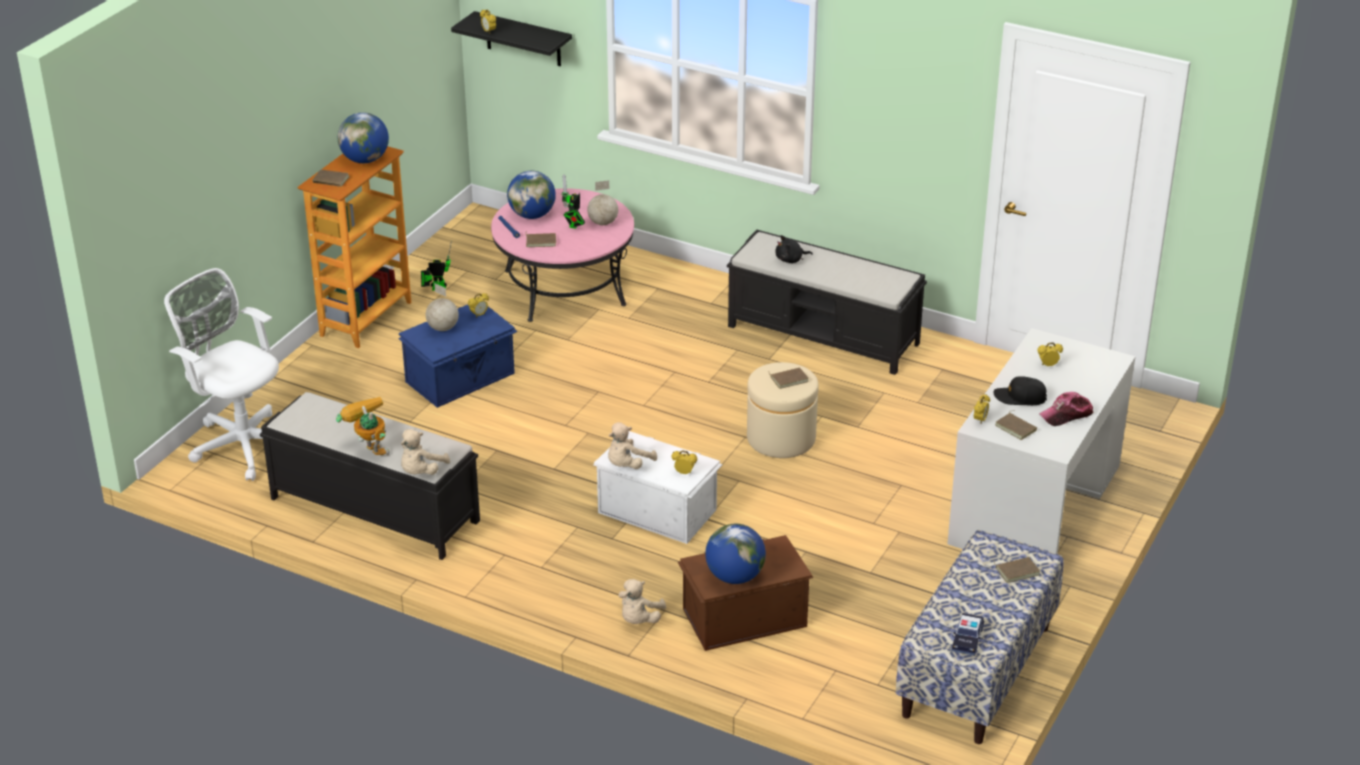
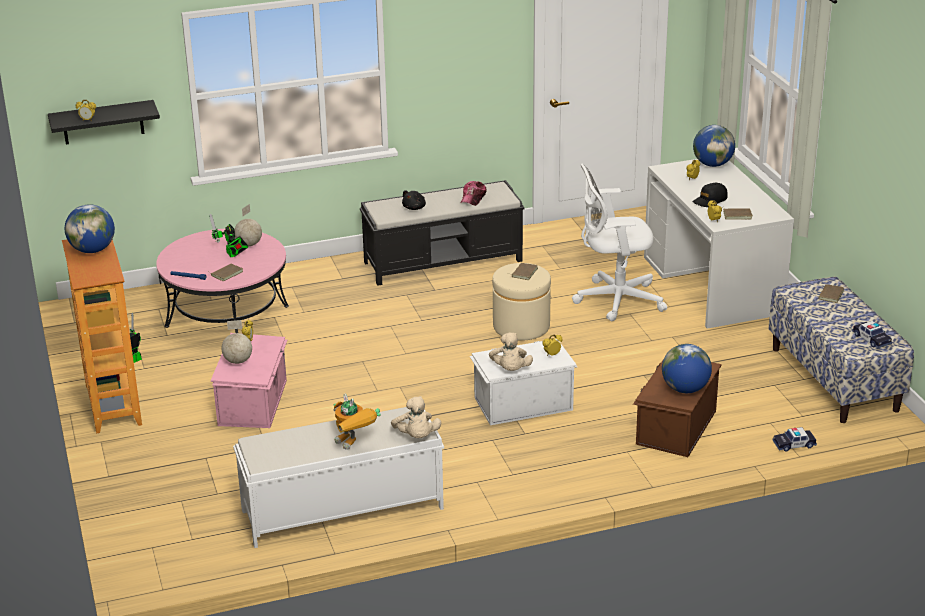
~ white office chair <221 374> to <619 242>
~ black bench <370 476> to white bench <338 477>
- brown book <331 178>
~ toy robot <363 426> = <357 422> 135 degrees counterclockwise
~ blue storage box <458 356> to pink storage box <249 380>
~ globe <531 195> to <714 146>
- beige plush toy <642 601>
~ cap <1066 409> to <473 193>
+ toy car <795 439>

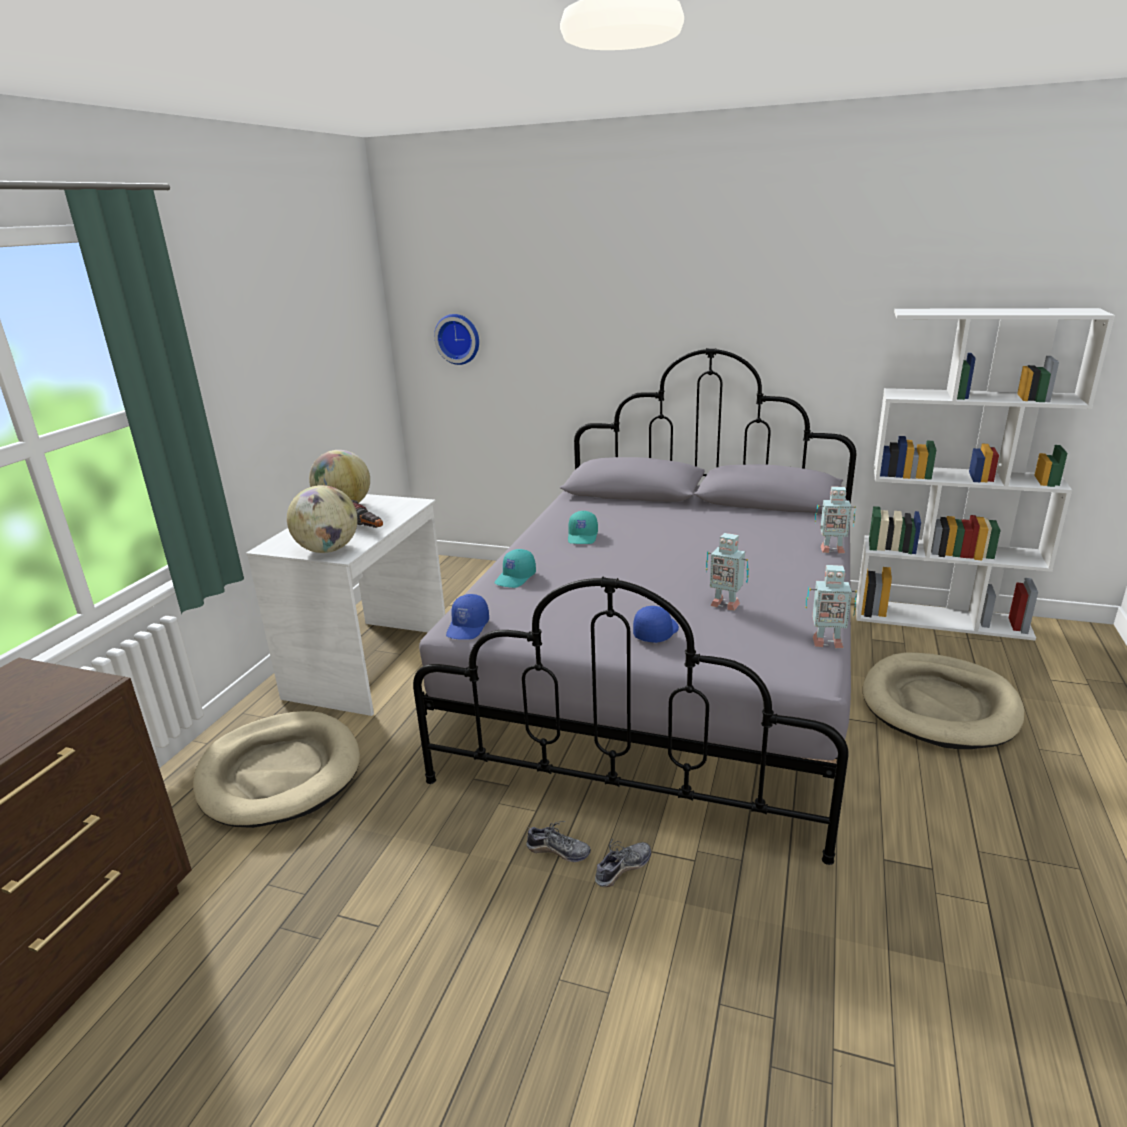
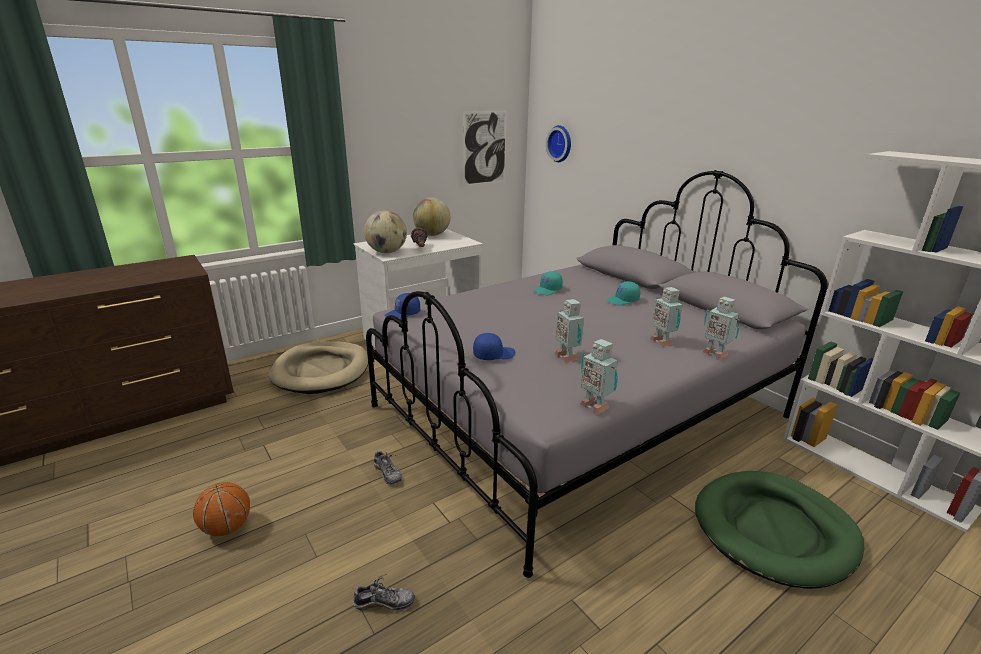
~ turquoise cap <515 568> to <623 293>
~ shoe <623 863> to <384 592>
~ beige dog bed <943 701> to green dog bed <779 530>
+ basketball <221 509>
+ picture <485 148>
+ toy robot <666 317>

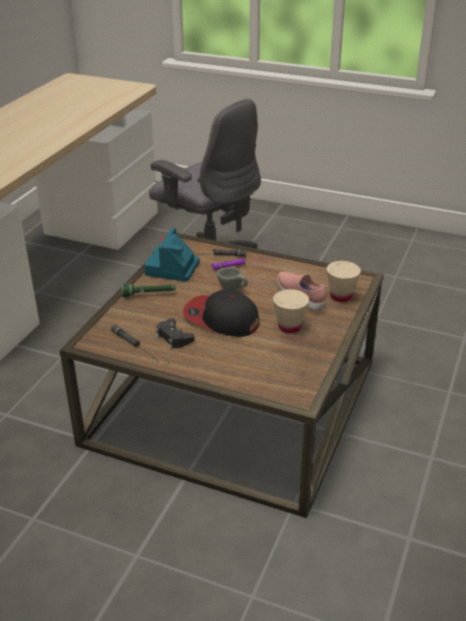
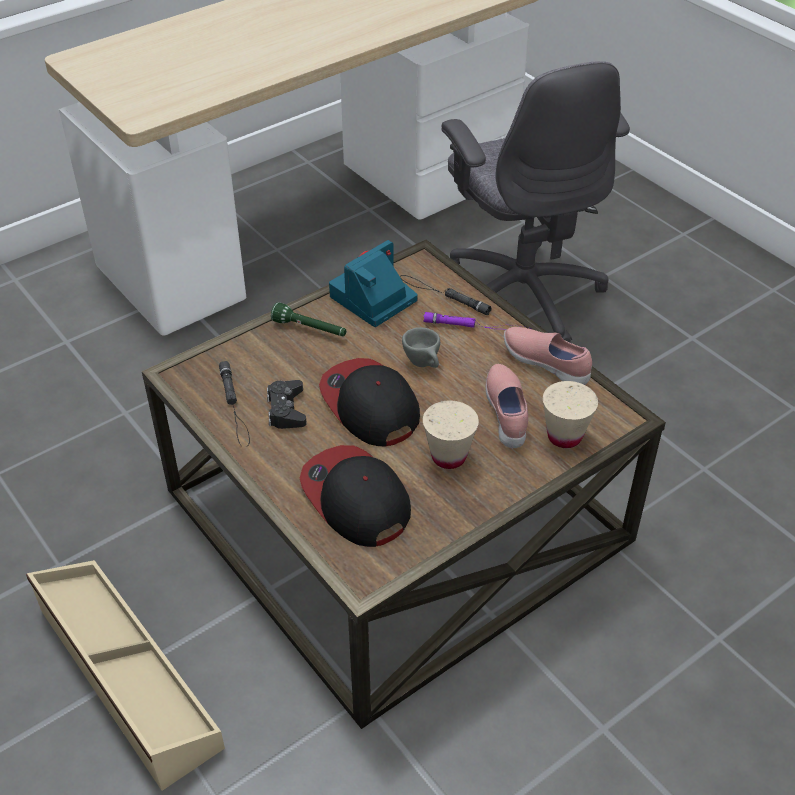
+ beige storage box <125 675>
+ cap <355 496>
+ pink shoe <548 356>

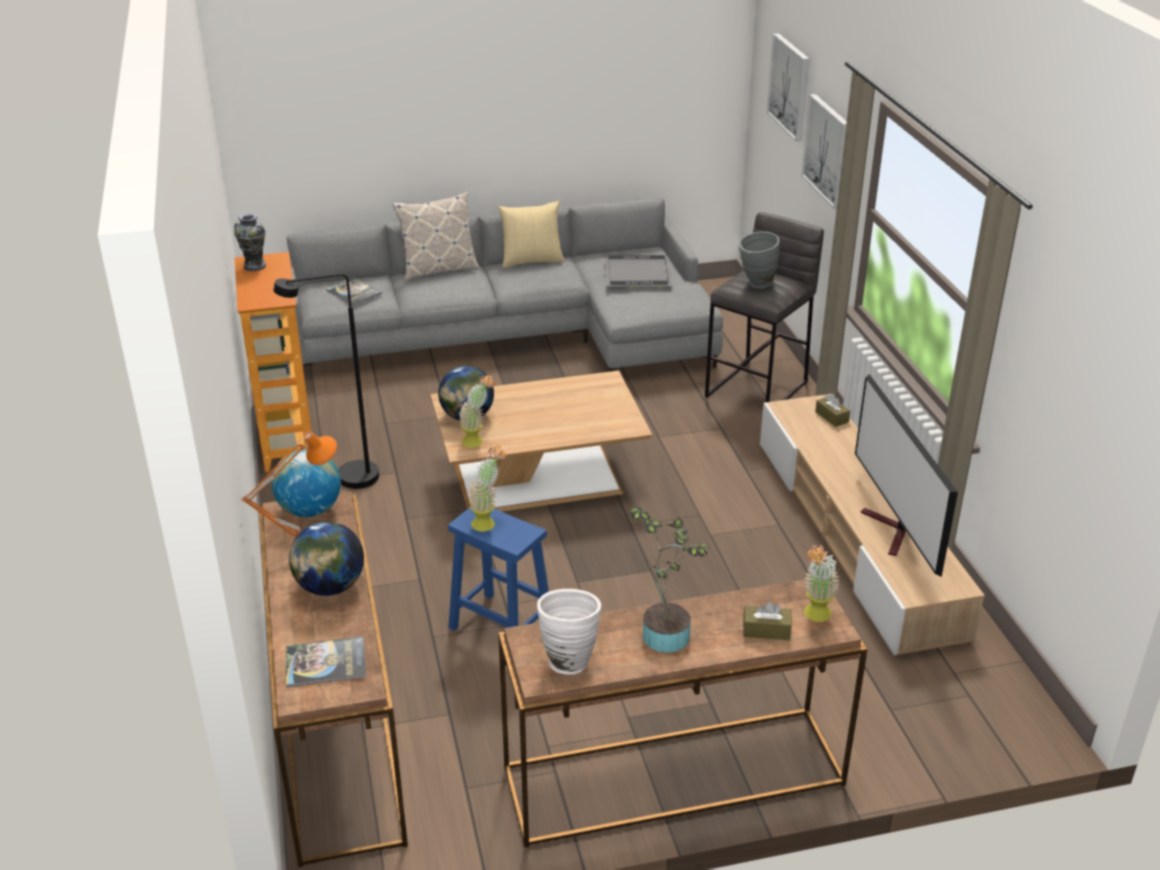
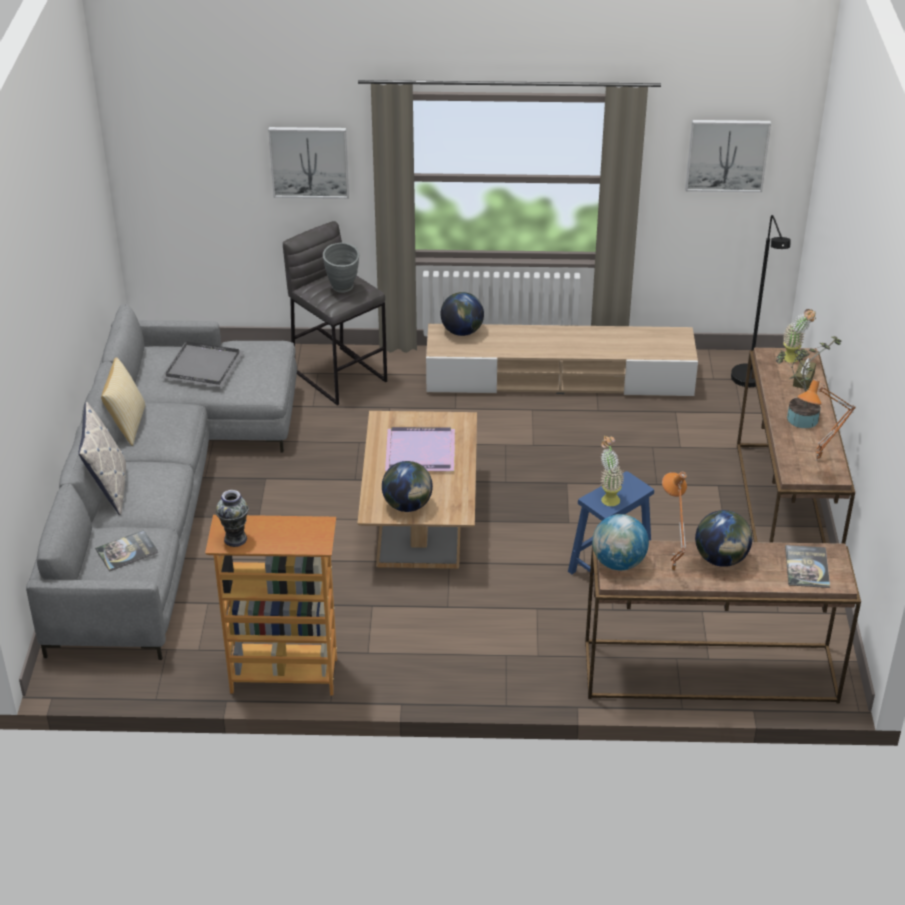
~ black floor lamp <326 381> to <761 301>
- potted plant <477 411>
~ white vase <569 632> to orange table lamp <826 420>
~ picture <788 87> to <728 156>
~ brown tissue box <832 410> to globe <462 314>
- television <906 475>
+ purple tray <420 449>

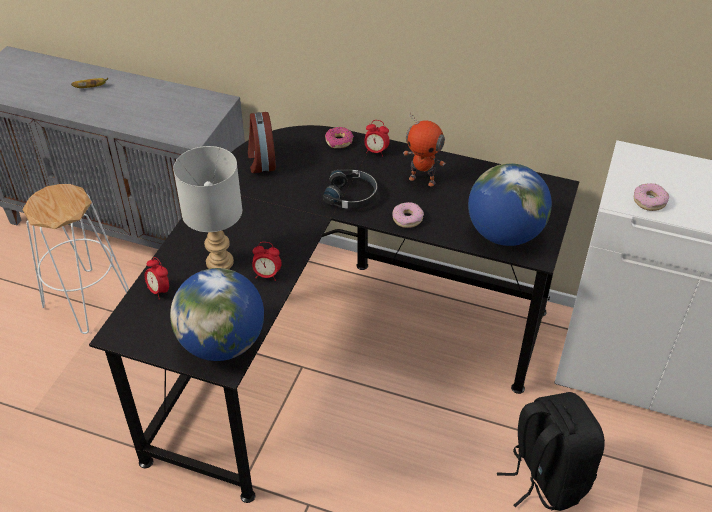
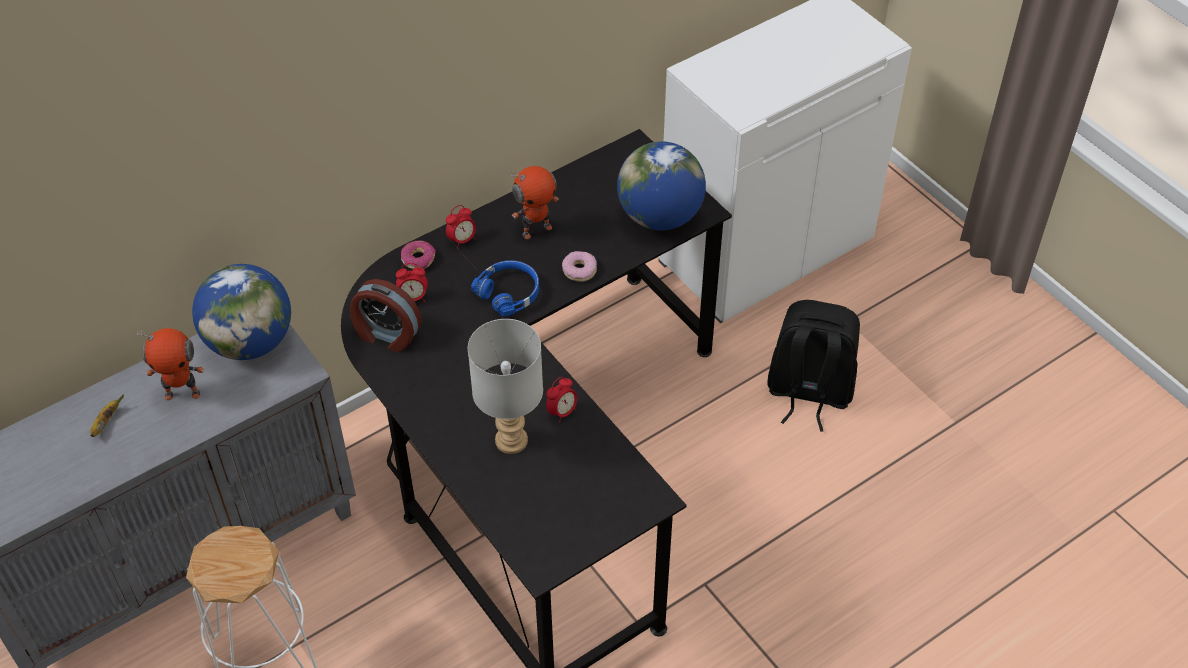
~ alarm clock <157 278> to <412 282>
~ globe <217 314> to <241 312>
~ black headphones <350 189> to blue headphones <505 288>
- donut <651 197>
+ toy robot <170 364>

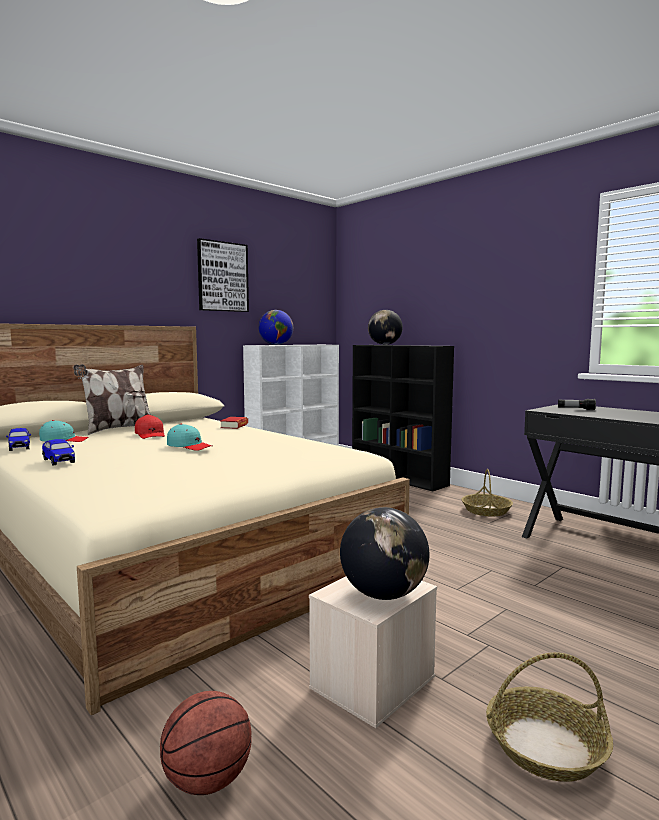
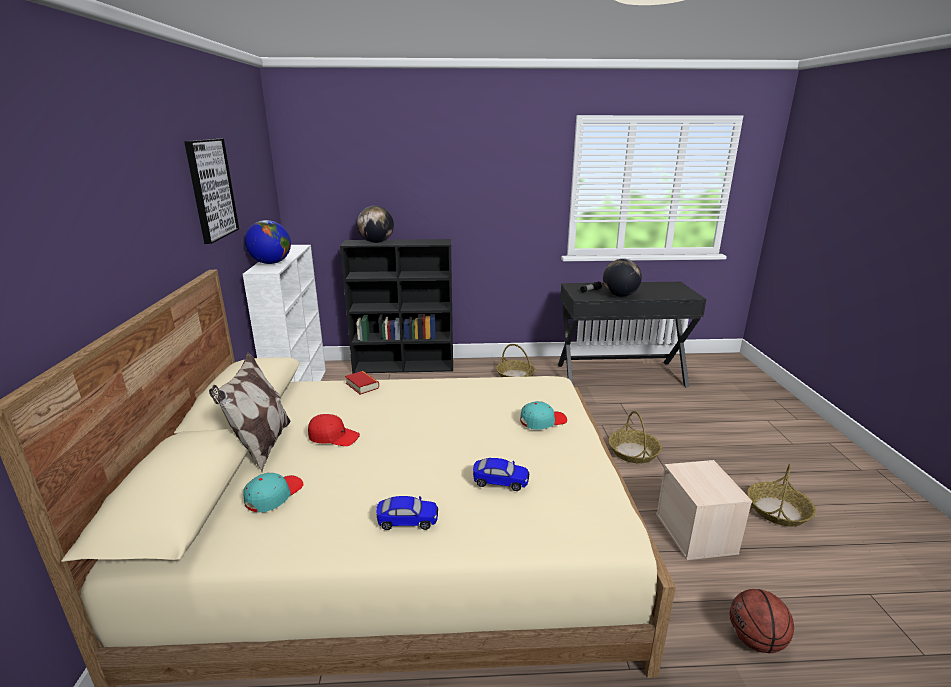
~ toy car <18 439> to <501 474>
~ turquoise cap <189 437> to <543 415>
~ globe <385 553> to <622 278>
+ basket <635 437>

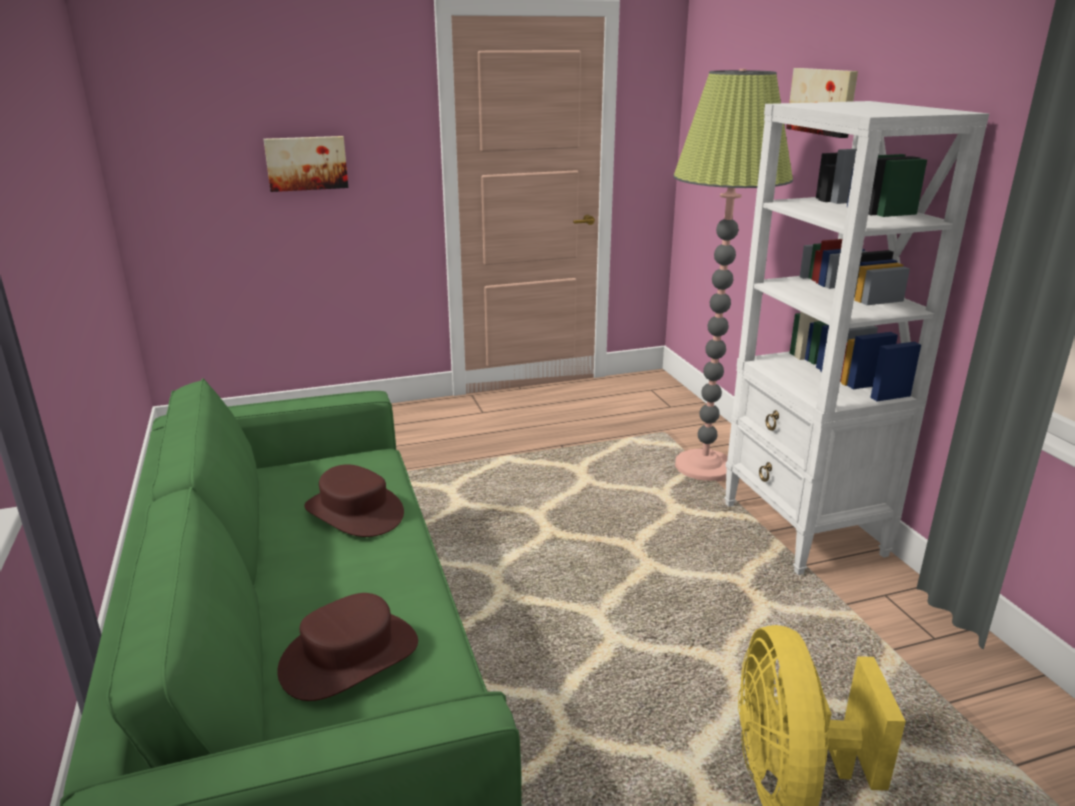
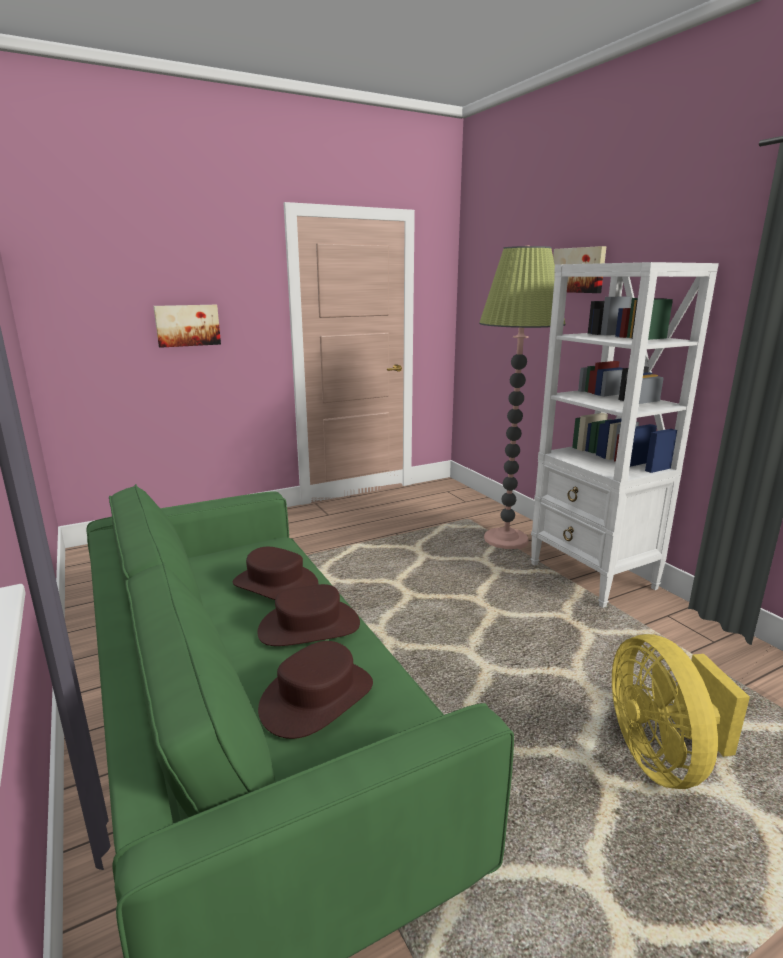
+ brown hat <309 615>

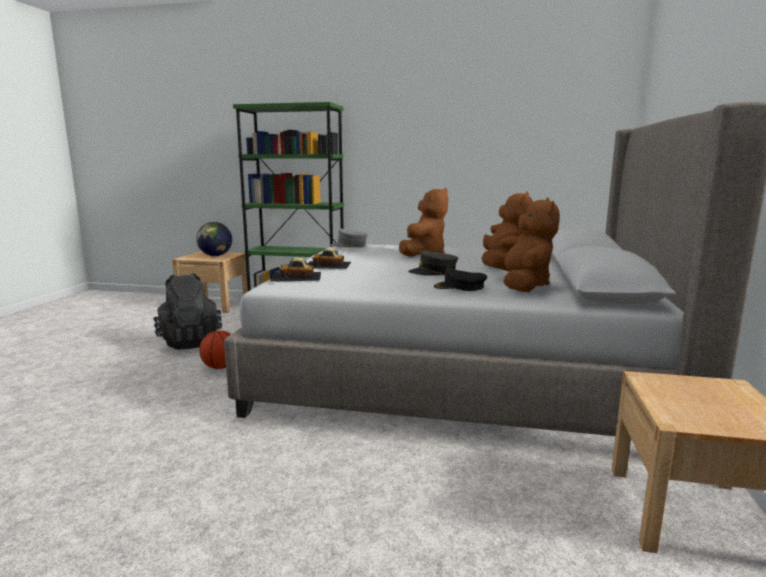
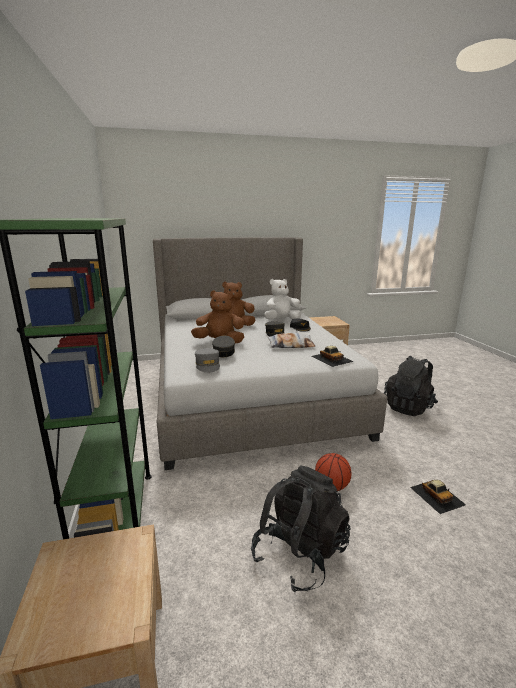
- globe <214 239>
~ toy car <329 258> to <438 497>
~ brown plush toy <525 245> to white plush toy <282 299>
+ grey cap <223 346>
+ pillow <291 340>
+ black backpack <411 386>

